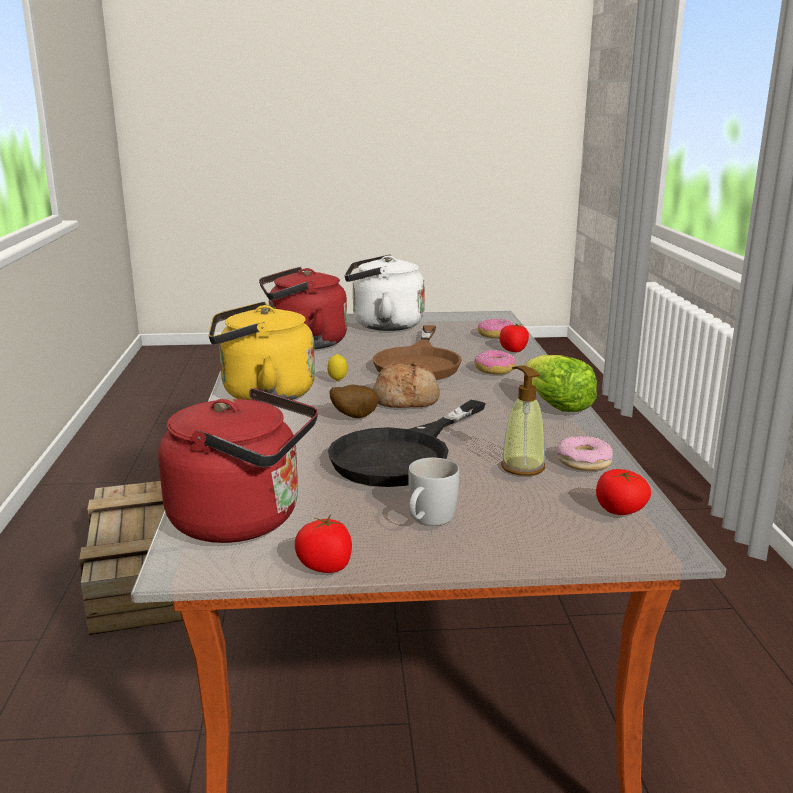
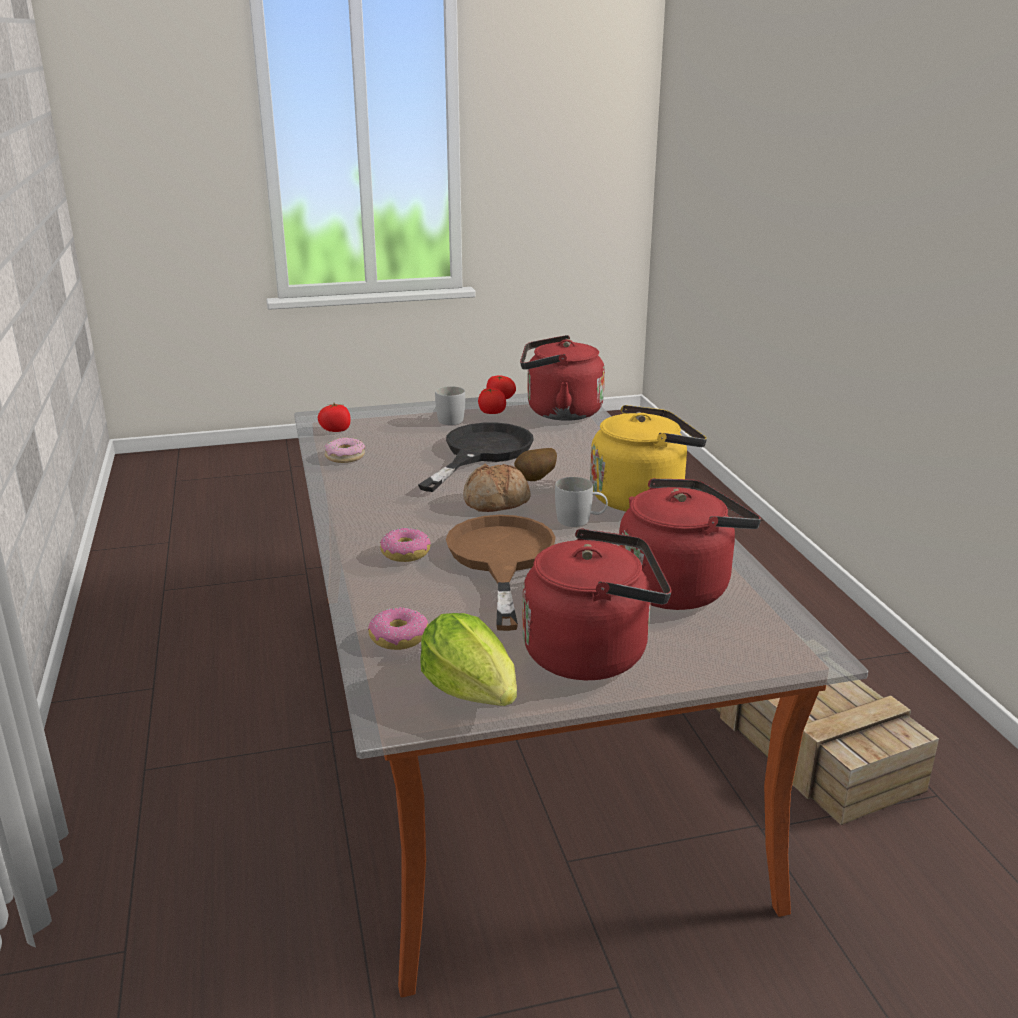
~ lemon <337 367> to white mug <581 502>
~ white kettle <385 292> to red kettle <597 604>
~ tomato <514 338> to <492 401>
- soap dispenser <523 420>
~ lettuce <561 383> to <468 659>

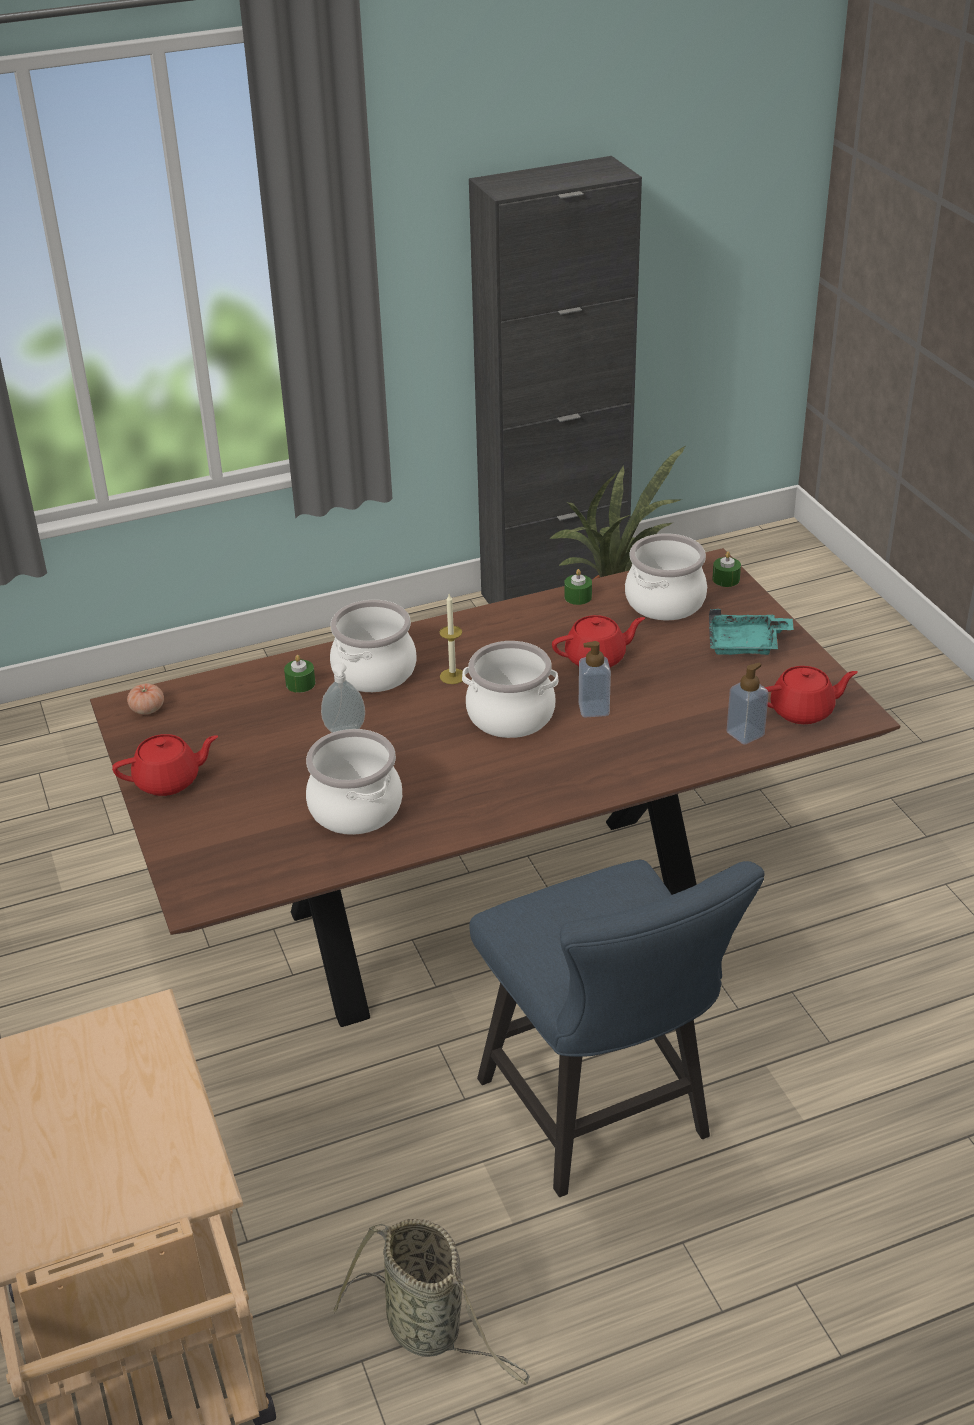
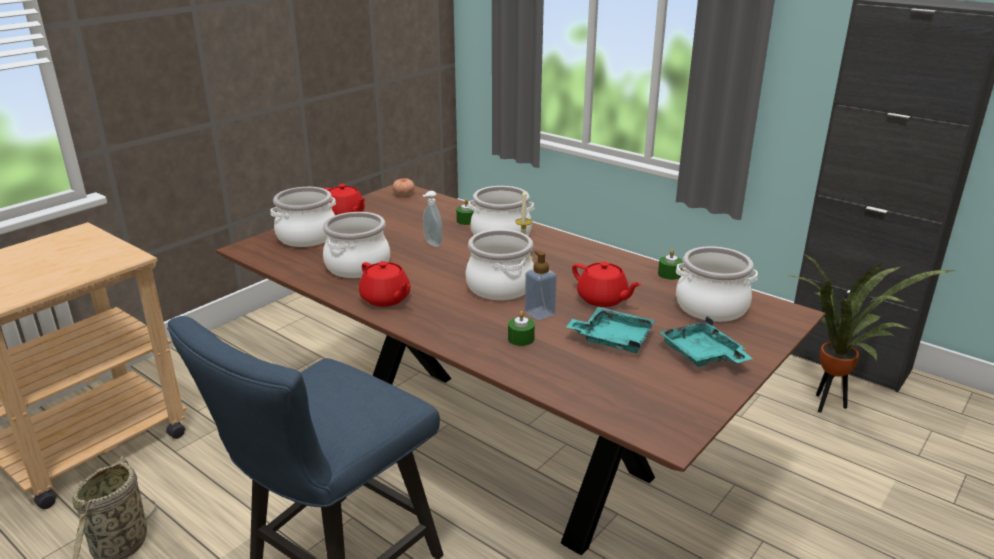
~ green candle <726 569> to <521 328>
- soap dispenser <748 704>
~ red teapot <811 695> to <385 284>
+ cooking pot <303 217>
+ turquoise tray <611 330>

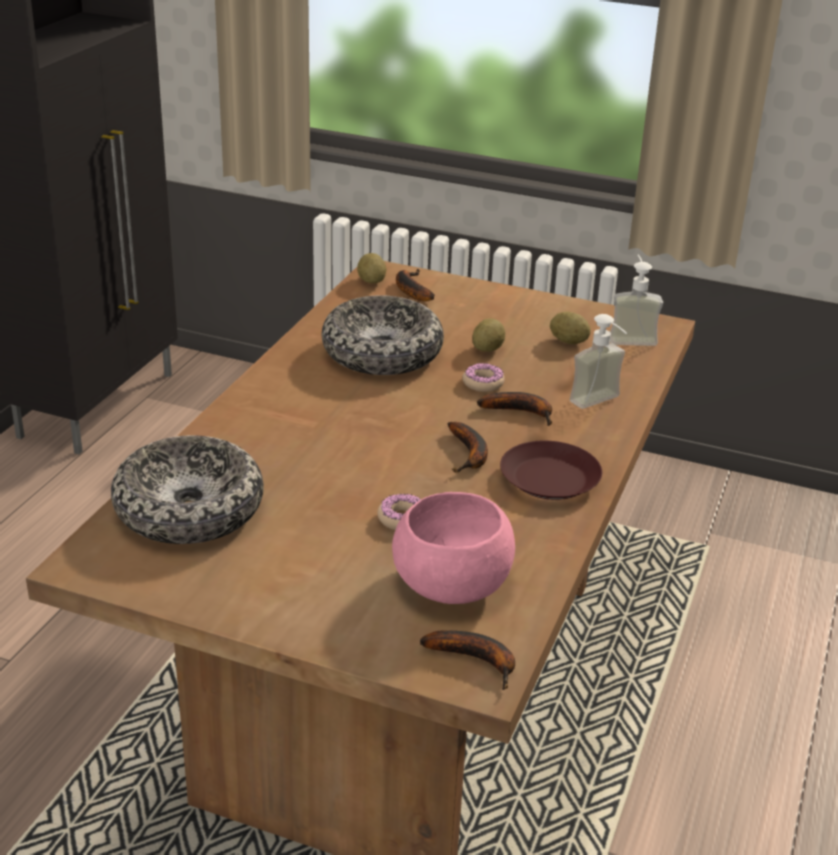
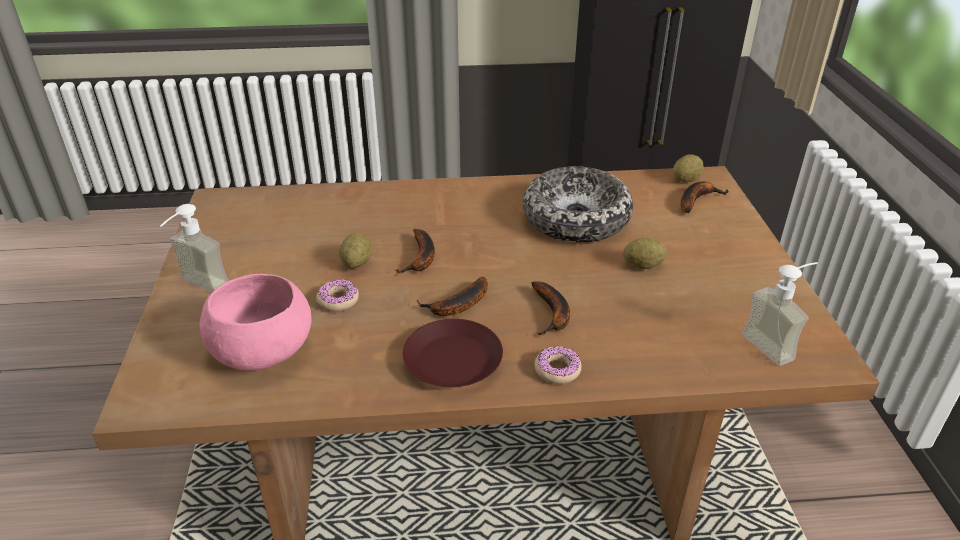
- bowl <187 489>
~ banana <467 660> to <415 251>
~ donut <483 377> to <558 365>
~ potato <570 327> to <355 250>
~ soap dispenser <598 361> to <194 248>

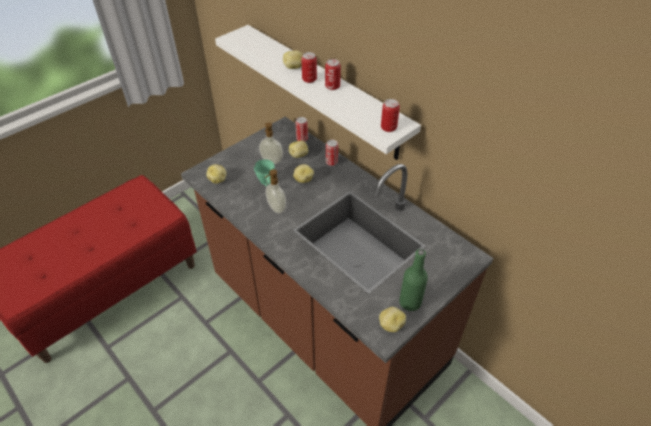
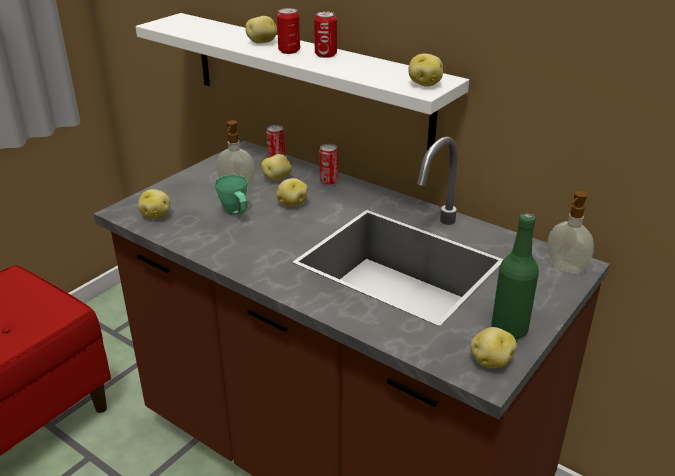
~ soap dispenser <275 191> to <570 232>
~ can <390 115> to potato <425 70>

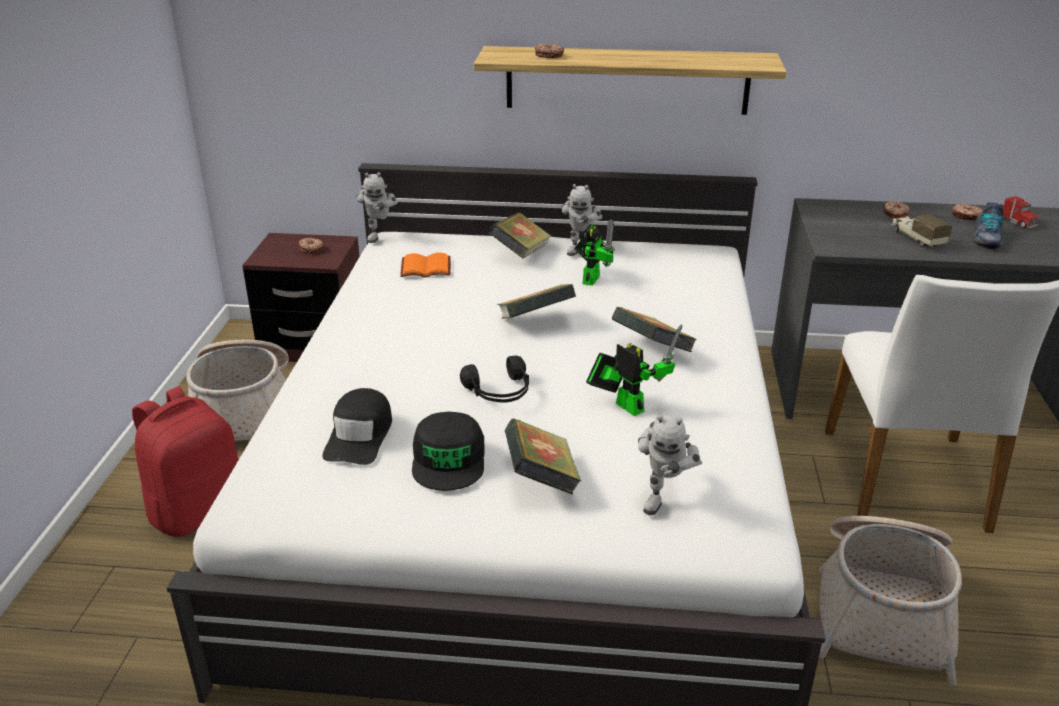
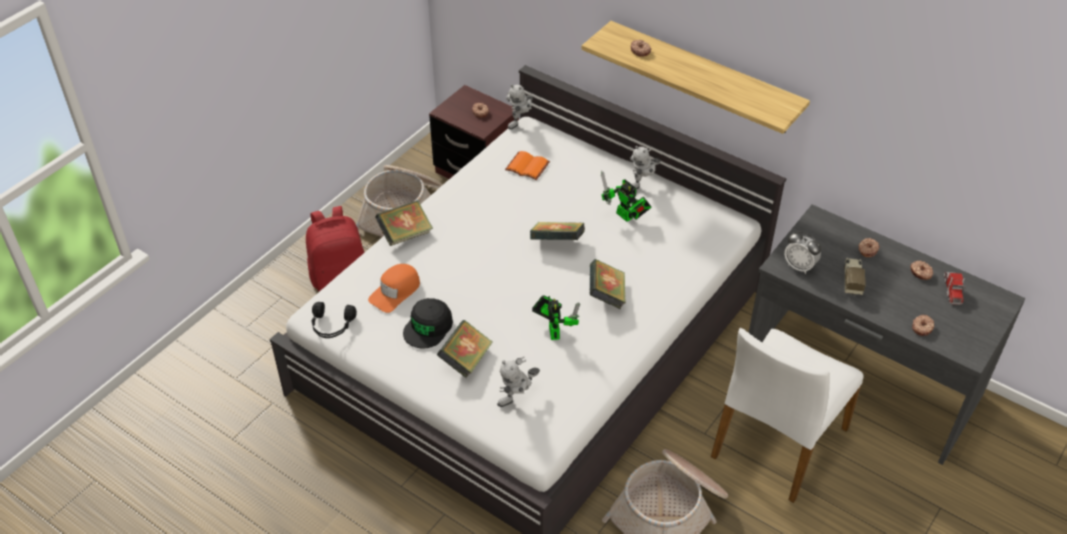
~ black cap <357 426> to orange cap <394 288>
~ black headphones <494 379> to <334 320>
~ book <520 235> to <404 223>
~ toy robot <595 252> = <626 196> 90 degrees clockwise
- shoe <987 225>
+ alarm clock <802 252>
+ donut <923 325>

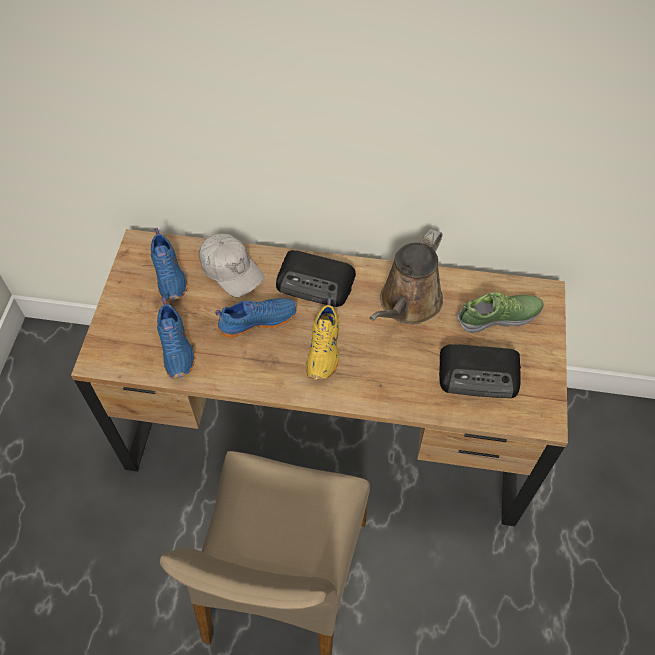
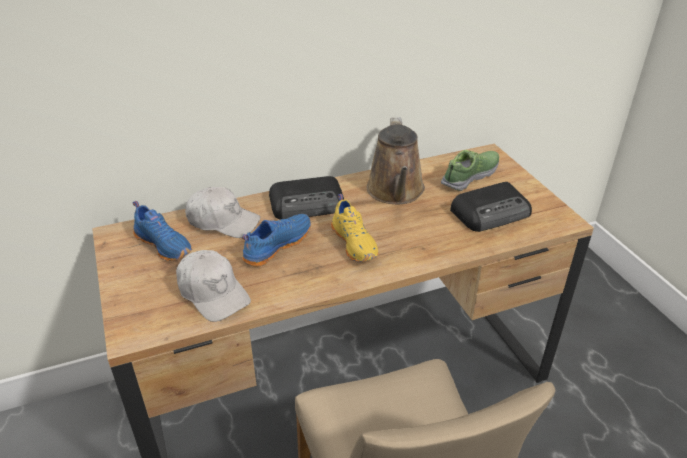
~ blue shoe <176 337> to white cap <213 286>

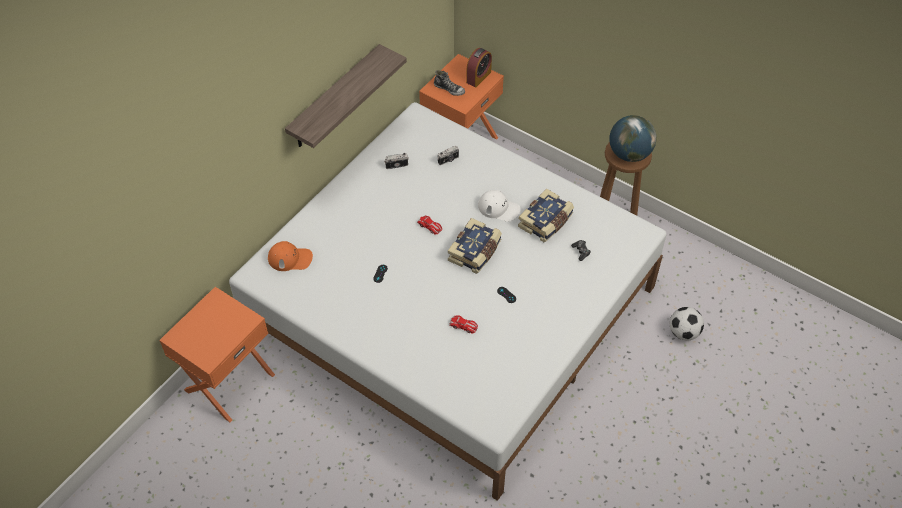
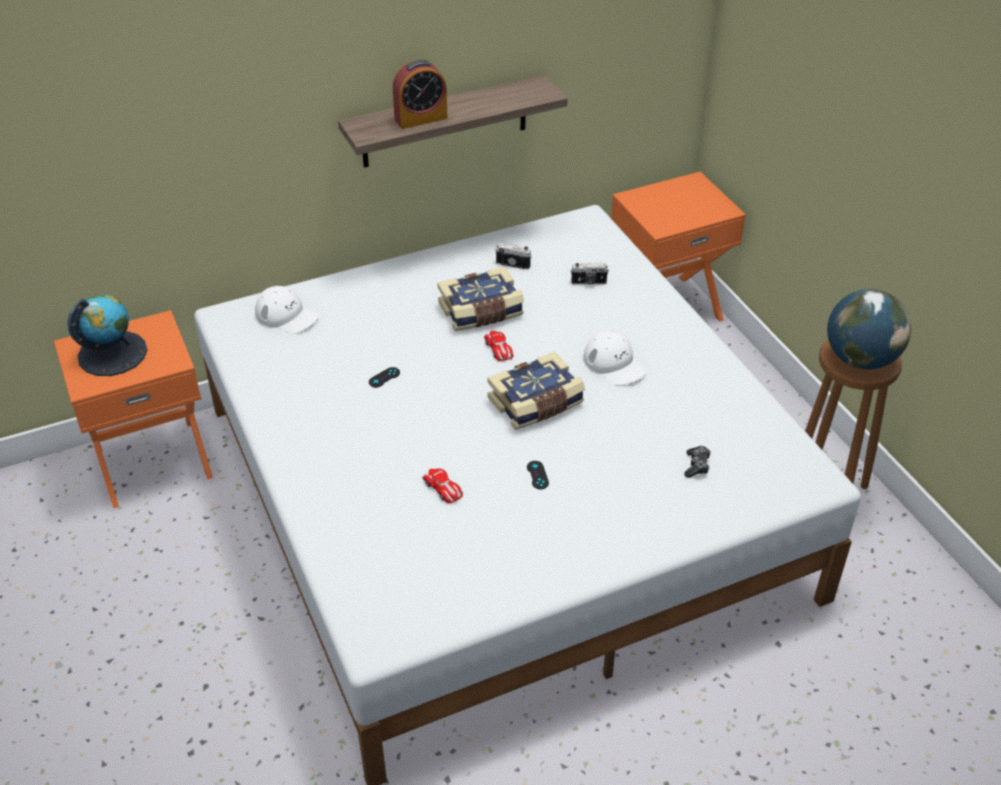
~ orange cap <290 256> to white cap <287 310>
- shoe <449 83>
~ alarm clock <479 68> to <420 94>
~ book <546 215> to <480 299>
- football <687 324>
+ globe <107 335>

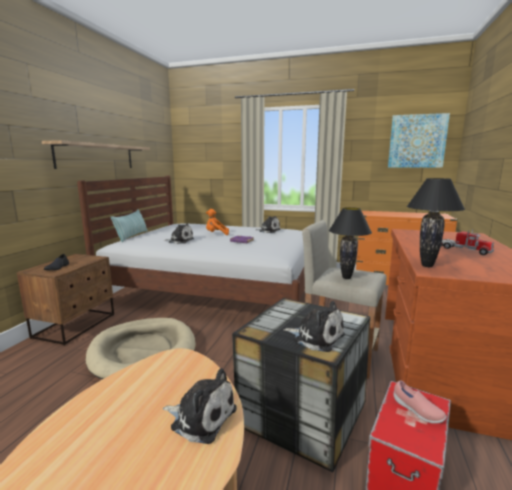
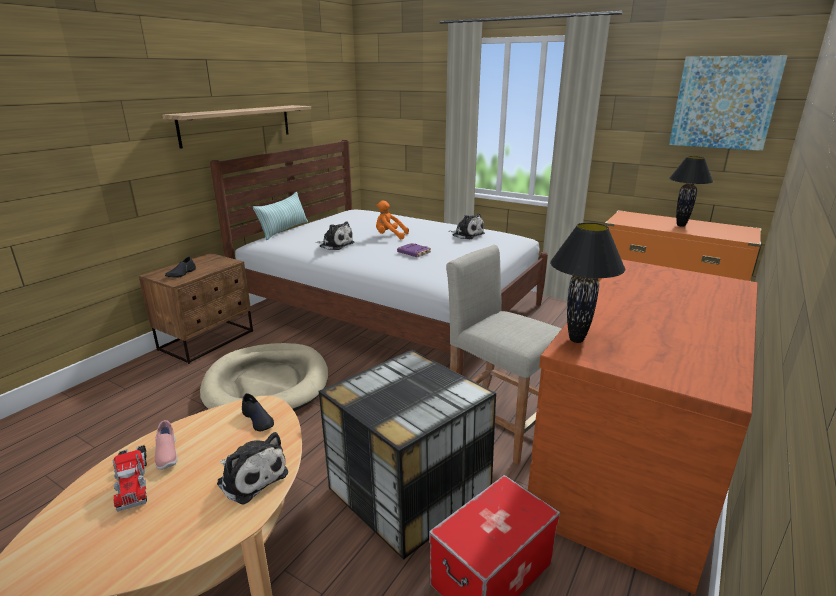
- plush toy <314 326>
~ black table lamp <350 243> to <691 191>
~ pink shoe <420 402> to <166 445>
~ toy truck <467 242> to <130 478>
+ black shoe <258 412>

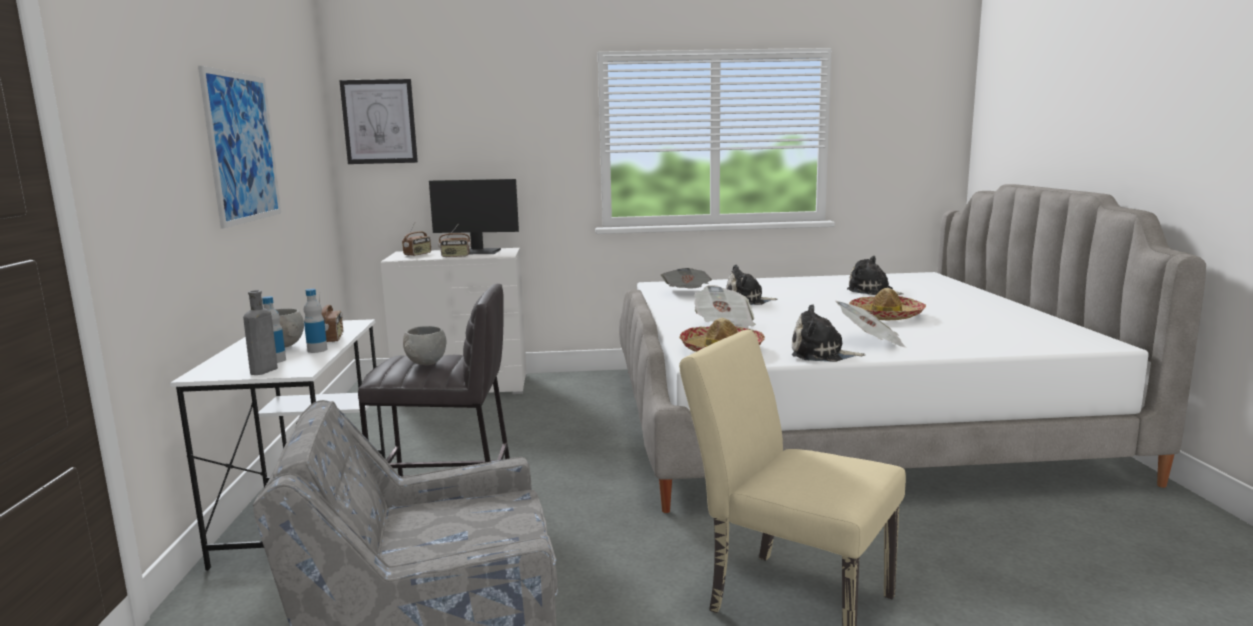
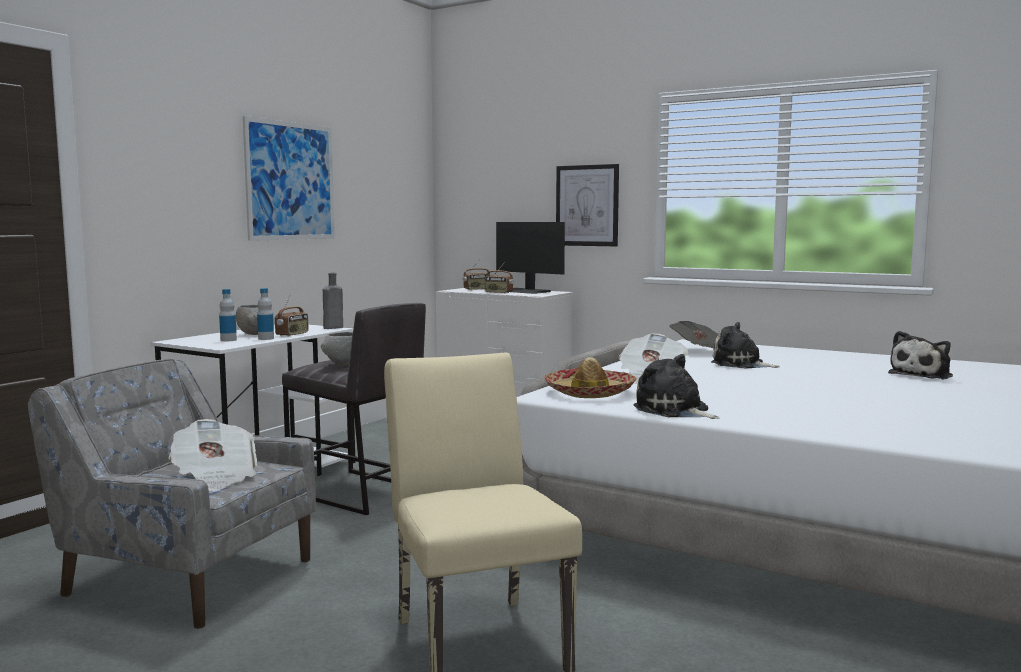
~ grey bottle <260 332> to <333 301>
~ picture <378 121> to <587 205>
~ newspaper <870 324> to <212 455>
~ plush toy <875 275> = <920 355> 120 degrees counterclockwise
- hat <887 304>

